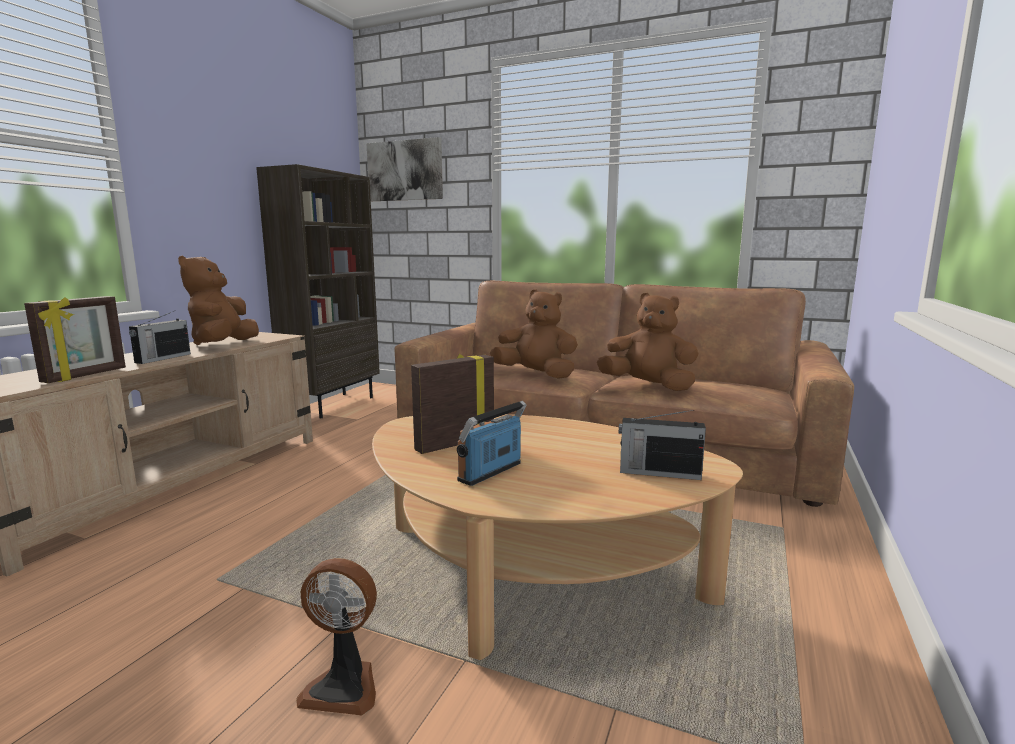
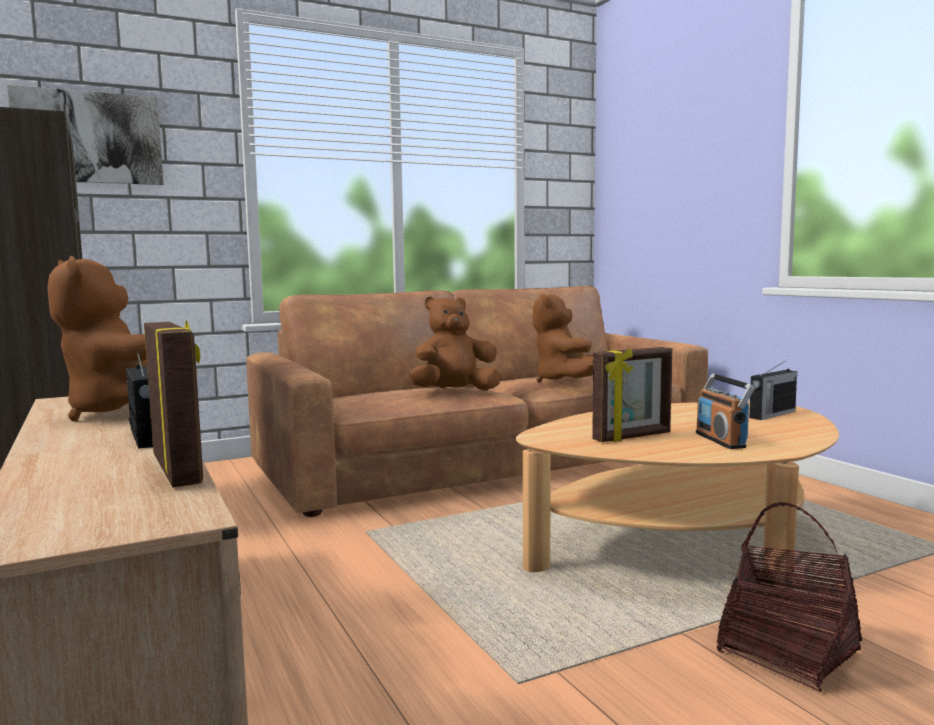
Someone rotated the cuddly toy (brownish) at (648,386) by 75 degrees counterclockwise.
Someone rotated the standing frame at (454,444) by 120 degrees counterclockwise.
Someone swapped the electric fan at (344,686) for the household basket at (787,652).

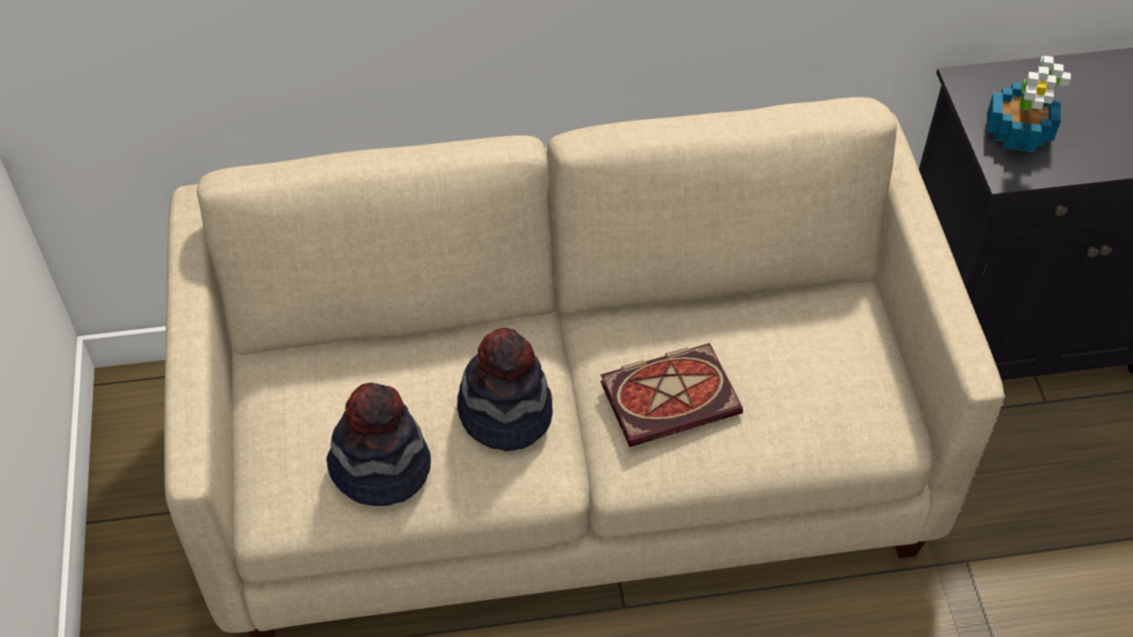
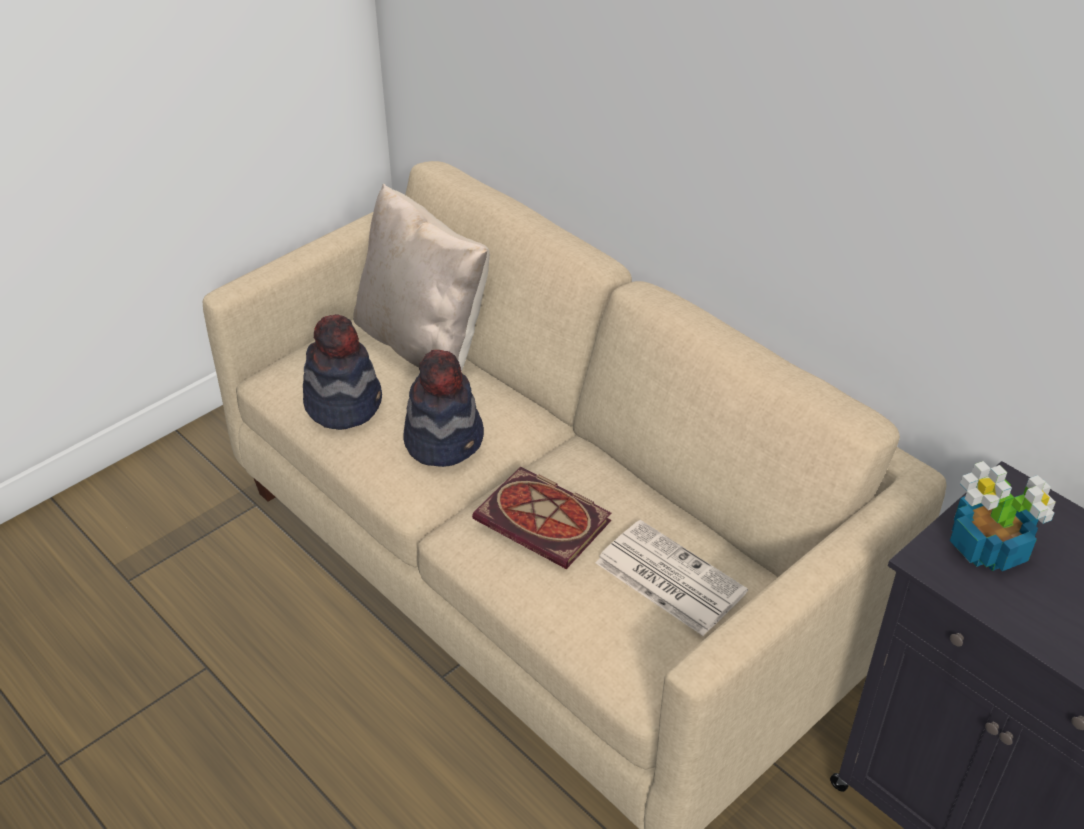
Someone put down the cushion (beige) at (423,345).
Someone put down the printed paper at (667,577).

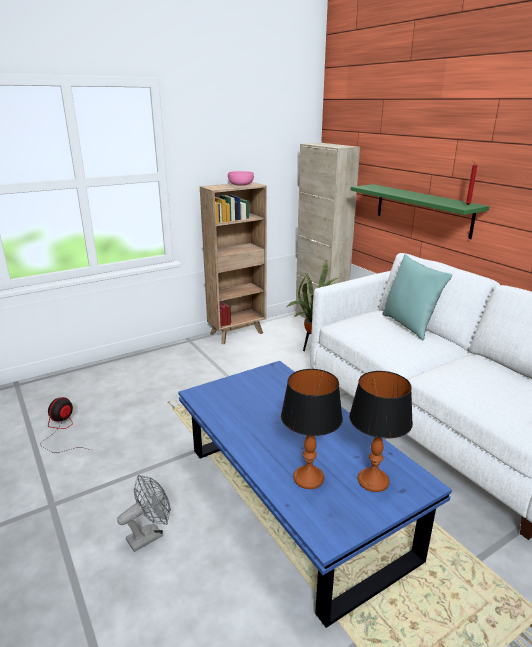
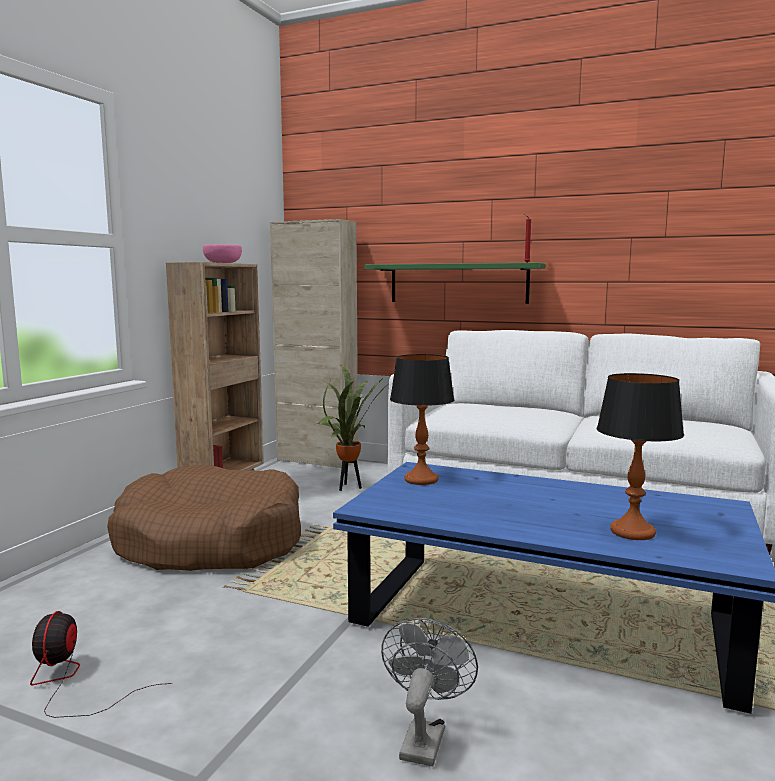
Someone took away the cushion (blue-green) at (409,325).
Someone carried the tabletop lamp from (373,481) to (421,479).
Someone put down the dog cushion (brownish) at (210,542).

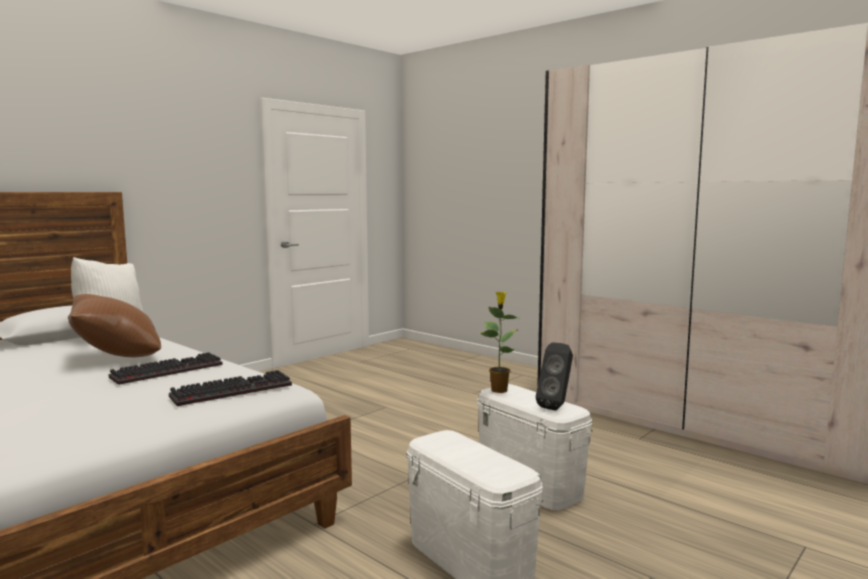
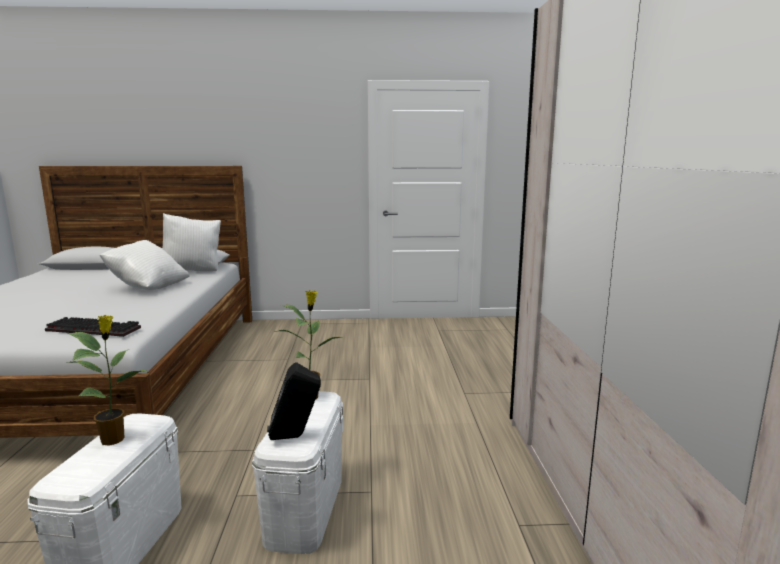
Someone repainted the cushion (brownish) at (117,357), which became the cushion (white) at (148,287).
Someone took away the keyboard at (168,370).
Someone put down the plant in a pot at (114,439).

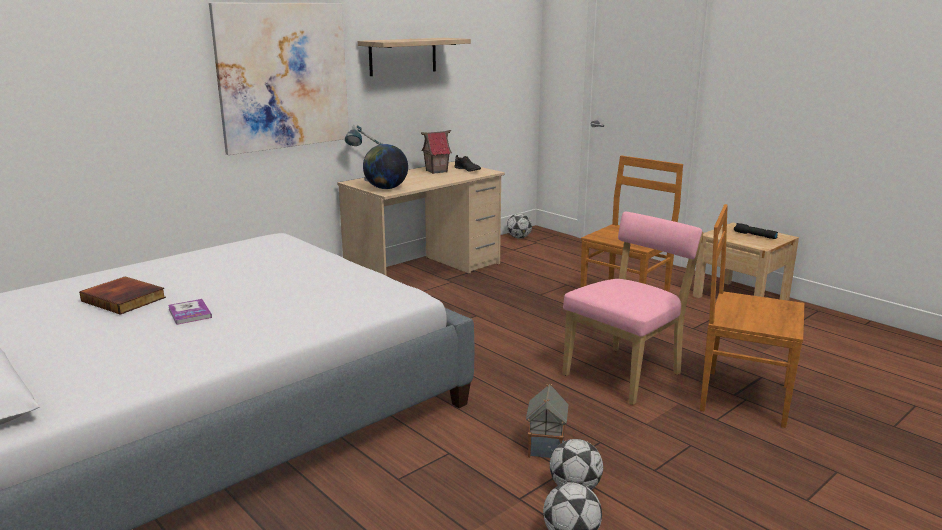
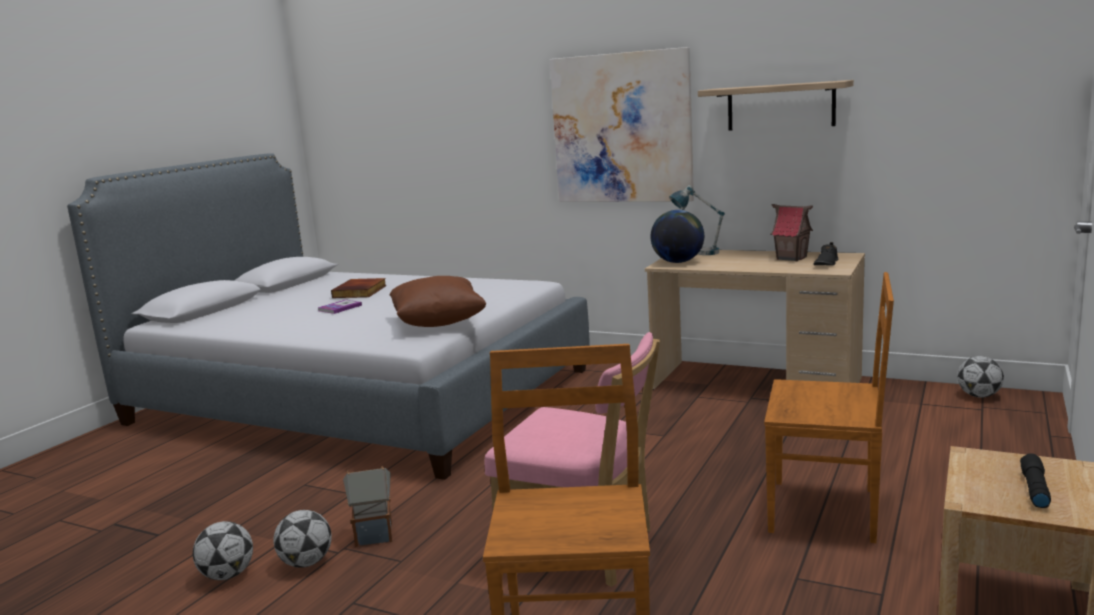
Someone put down the cushion (brownish) at (438,323).

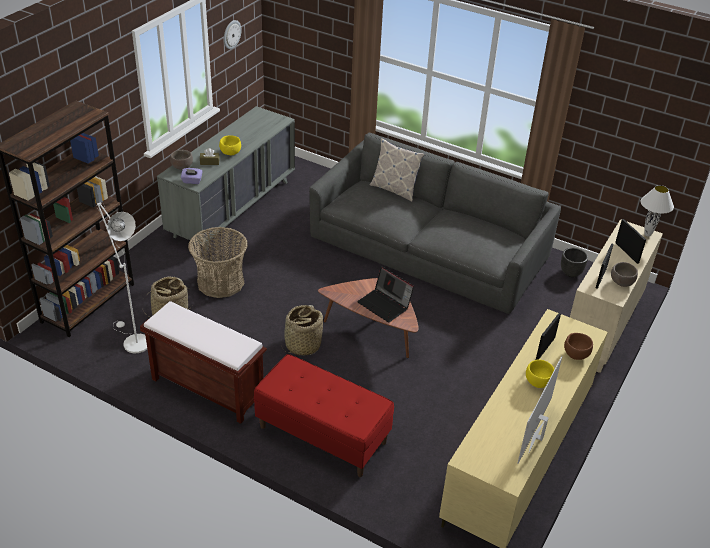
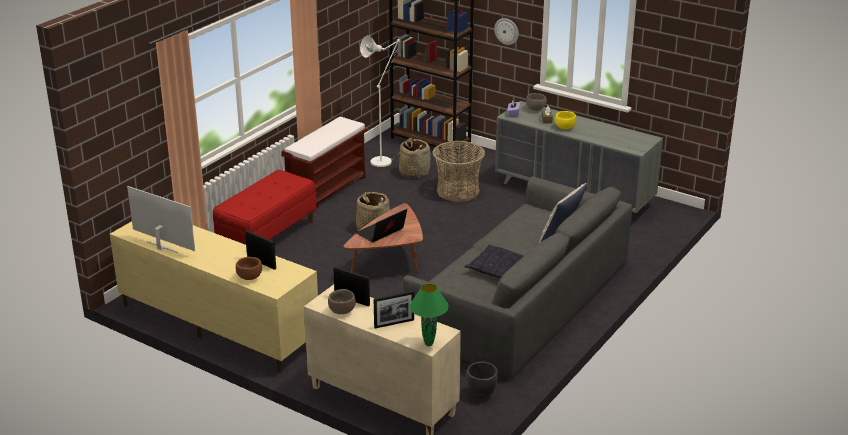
Someone carried the hanging clock from (231,34) to (507,31).
Someone repainted the tabletop lamp (white) at (647,234), which became the tabletop lamp (greenish) at (428,344).
Someone took away the deep dish (yellowish) at (538,382).
Someone put down the cushion at (497,270).

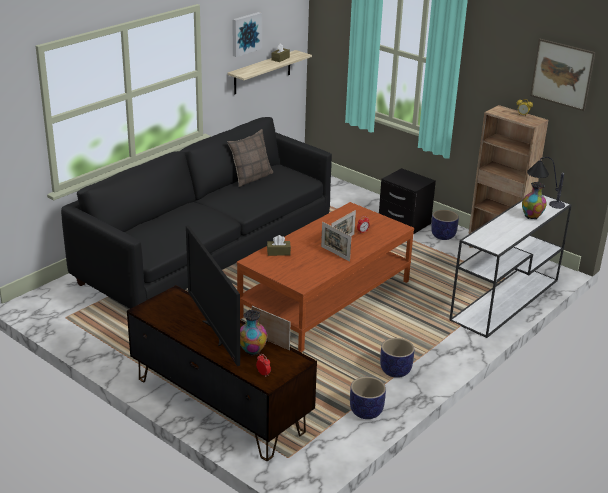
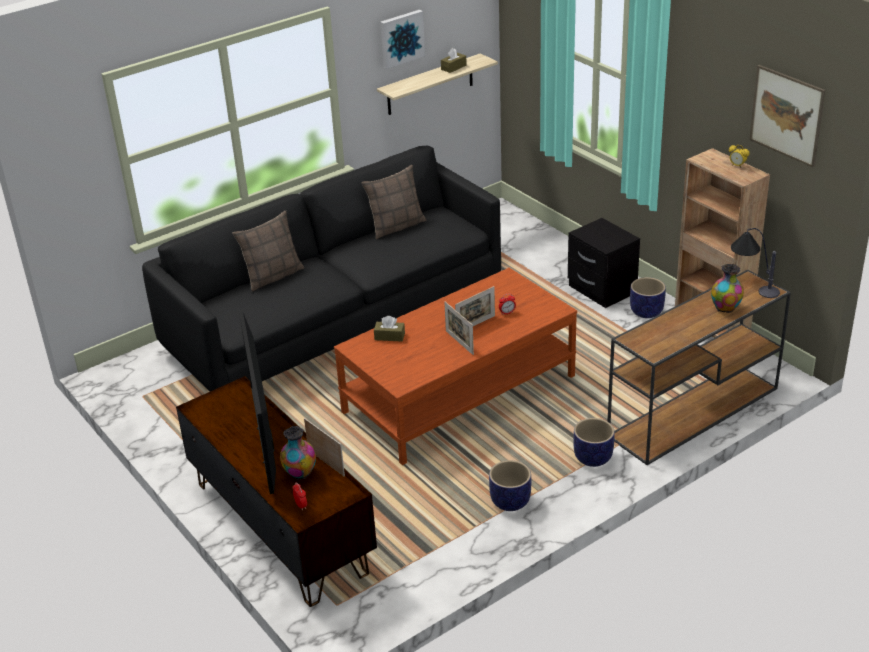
Someone repainted the narrow table (white) at (505,301), which became the narrow table (brownish) at (692,413).
Someone carried the plant pot from (366,412) to (592,458).
Someone put down the cushion at (272,276).

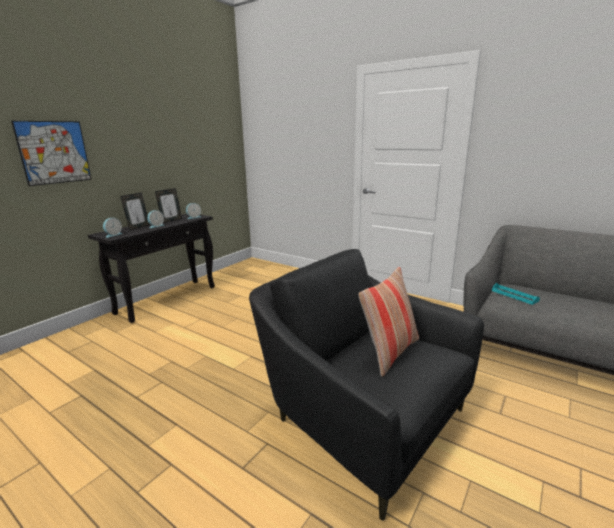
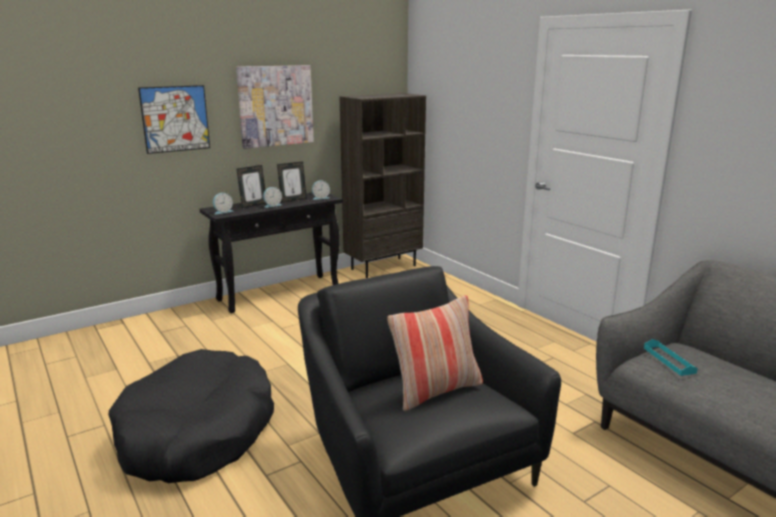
Someone put up the wall art at (275,106).
Someone put down the bookshelf (brownish) at (383,267).
Someone put down the dog cushion (black) at (197,433).

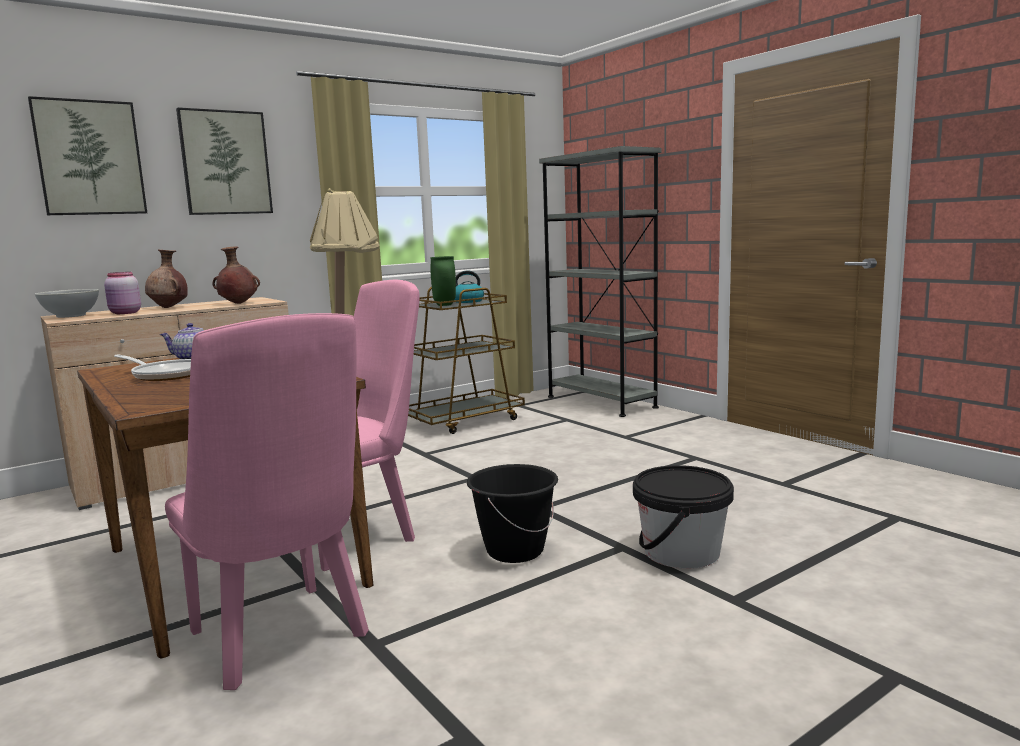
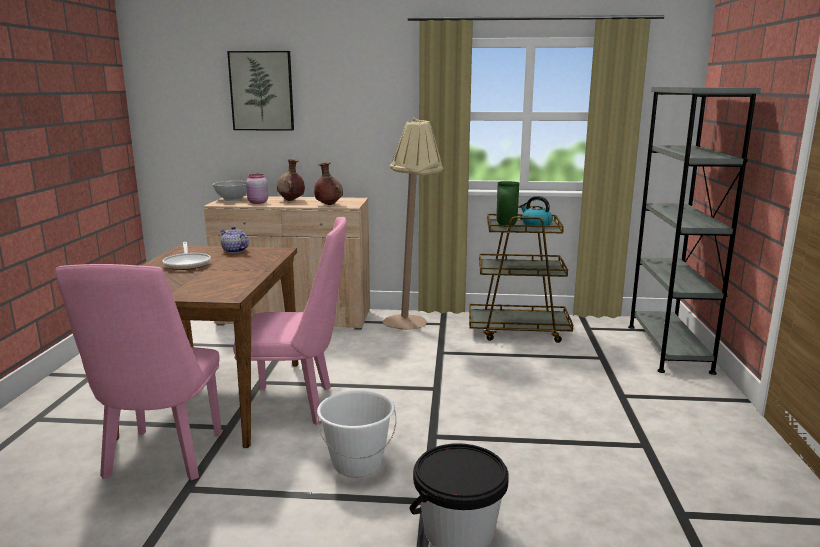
Someone took away the wall art at (225,163).
Someone repainted the pail (black) at (514,550), which became the pail (white) at (357,464).

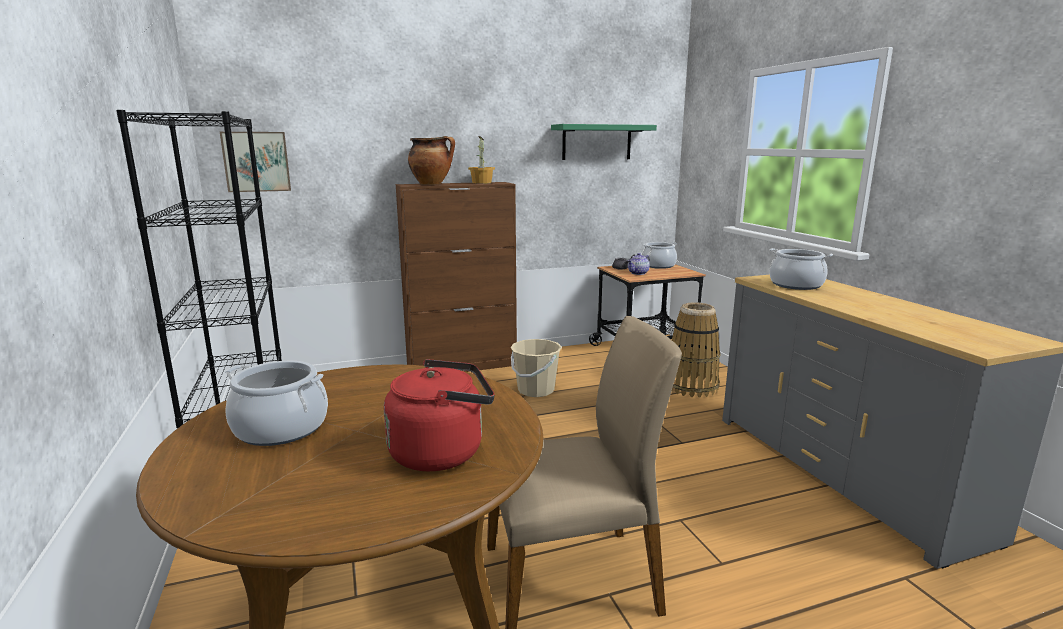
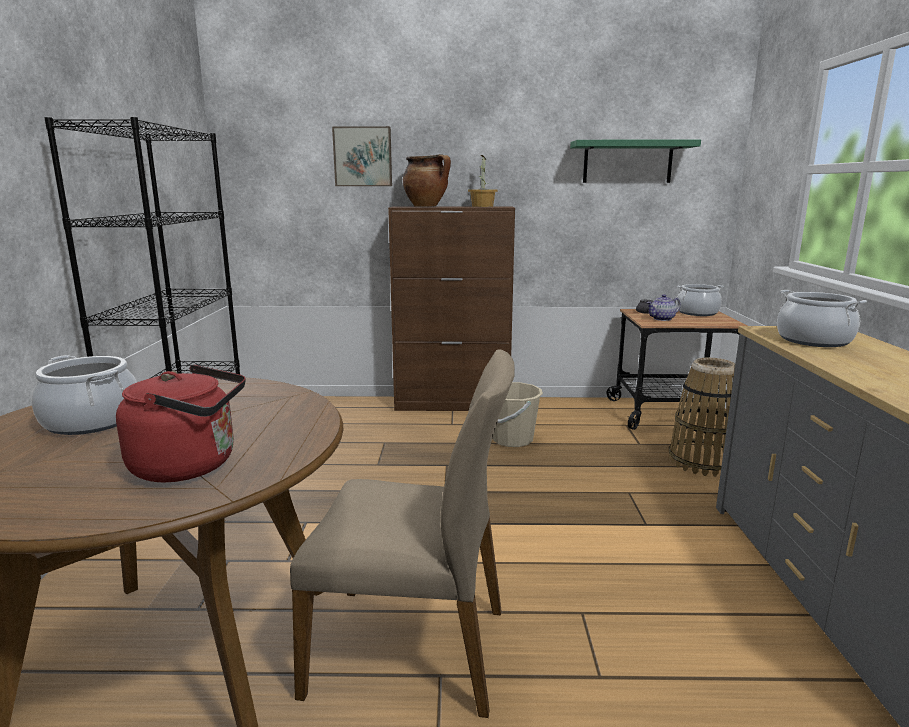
Someone carried the wall art from (256,161) to (363,157).

